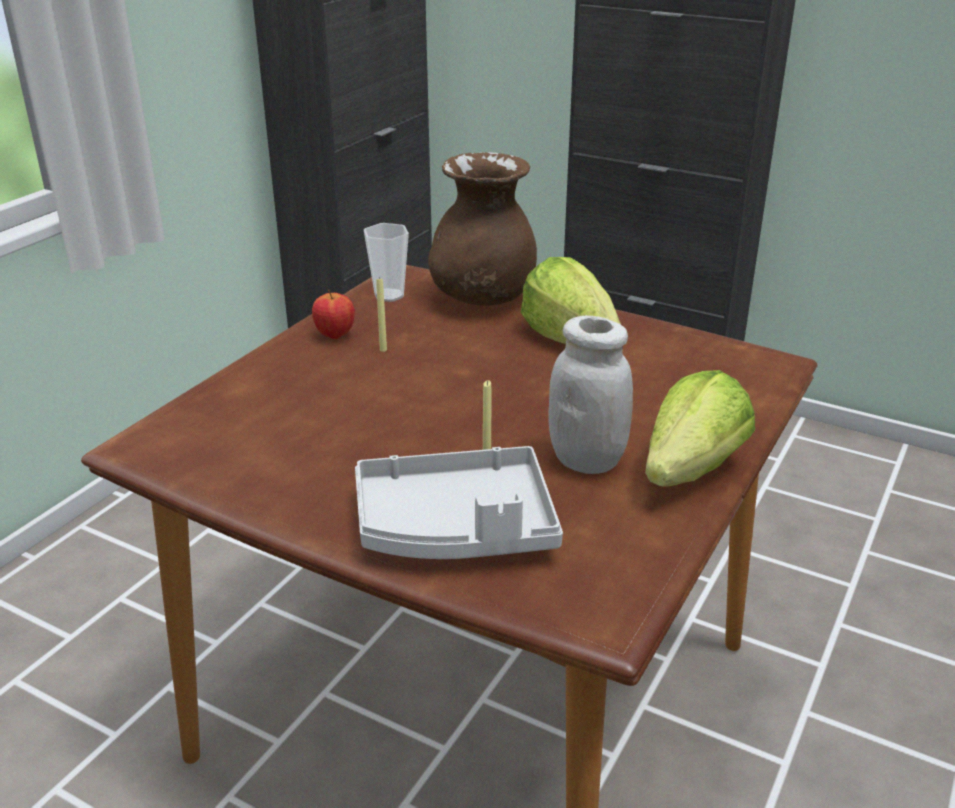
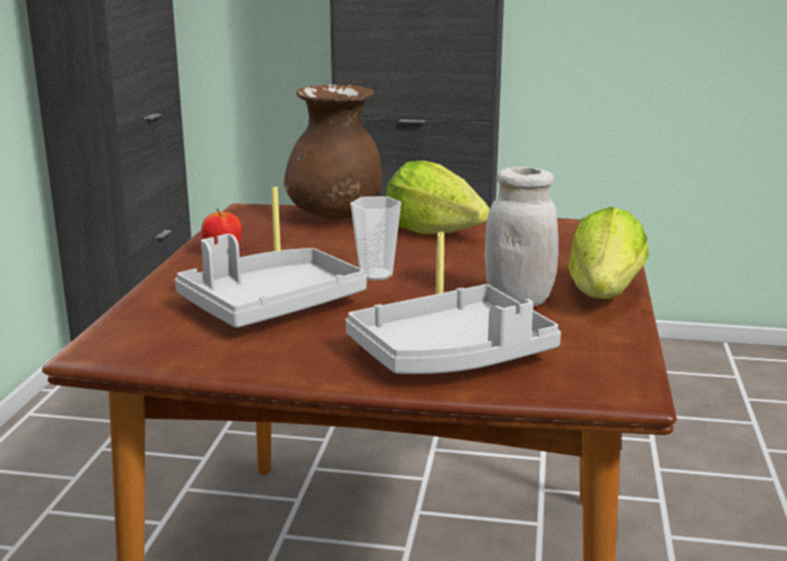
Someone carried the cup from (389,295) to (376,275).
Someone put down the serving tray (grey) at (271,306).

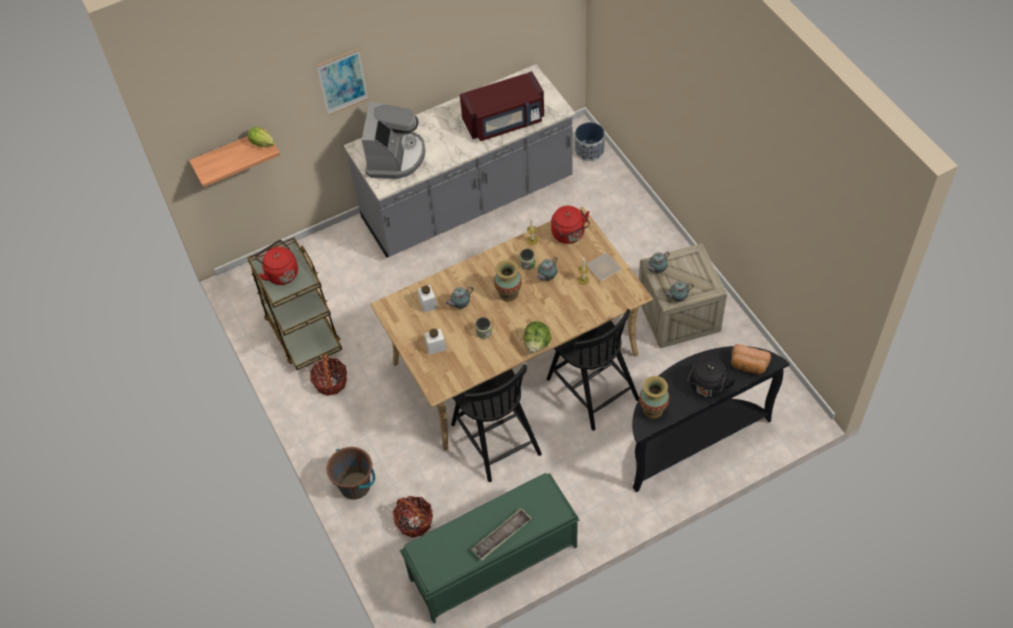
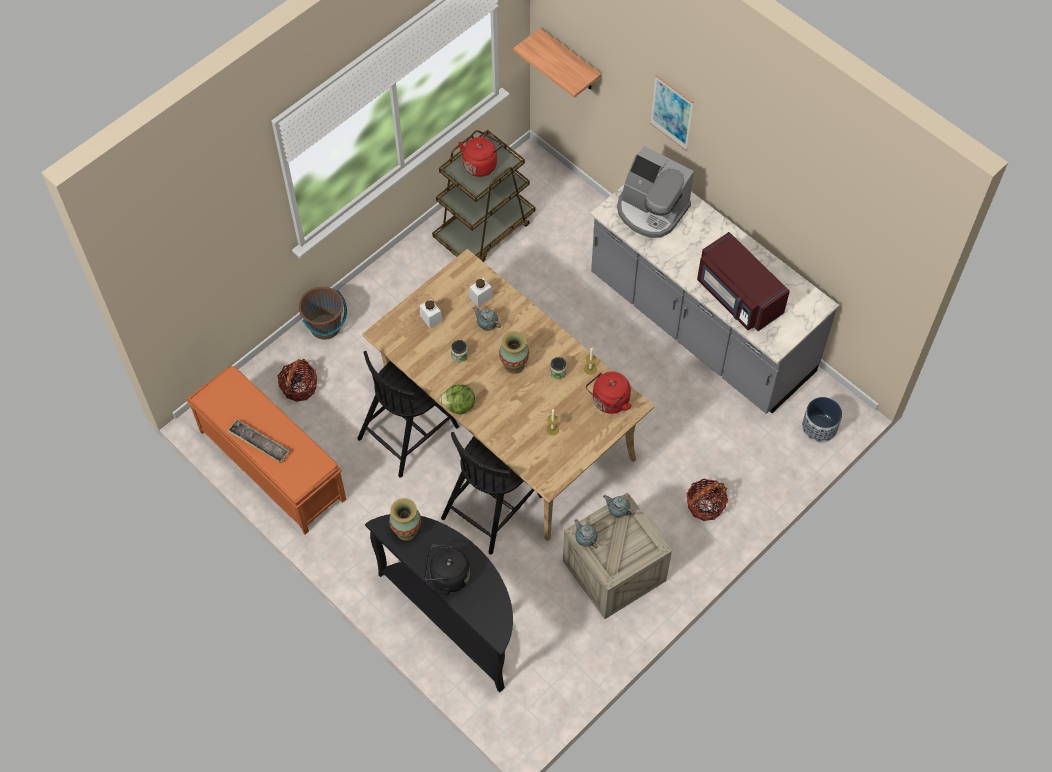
Someone rotated the coffee machine at (395,157) by 45 degrees clockwise.
Someone took away the head of lettuce at (264,144).
Someone took away the dinner plate at (602,267).
Someone took away the teapot at (547,277).
Someone took away the bakery bread at (748,366).
Someone carried the household basket from (331,382) to (705,505).
Someone repainted the bench (greenish) at (492,563), which became the bench (orange) at (271,464).

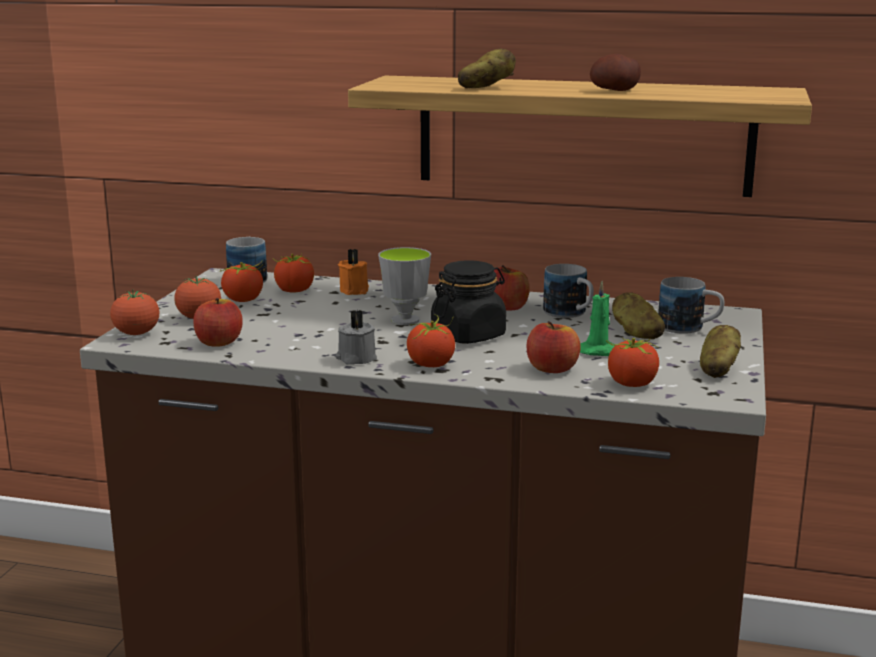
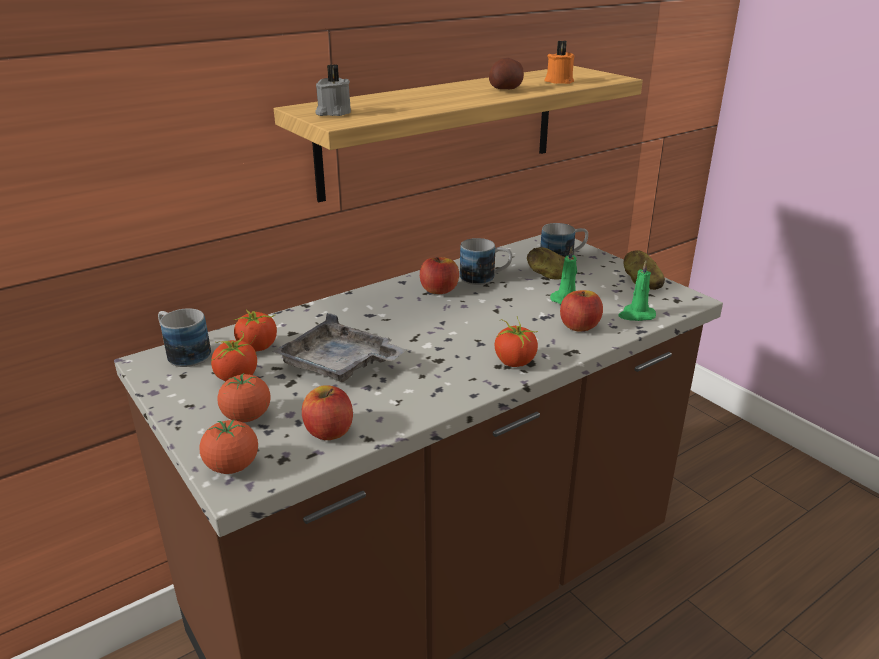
Someone took away the potato at (486,87).
Someone took away the cup at (405,320).
Someone carried the wax light (orange) from (355,290) to (558,81).
Someone took away the preserve jar (black) at (468,335).
Someone carried the wax light (grey) from (355,358) to (333,113).
Someone swapped the whole tomato at (631,384) for the wax light (greenish) at (636,315).
Someone put down the serving tray (grey) at (339,365).

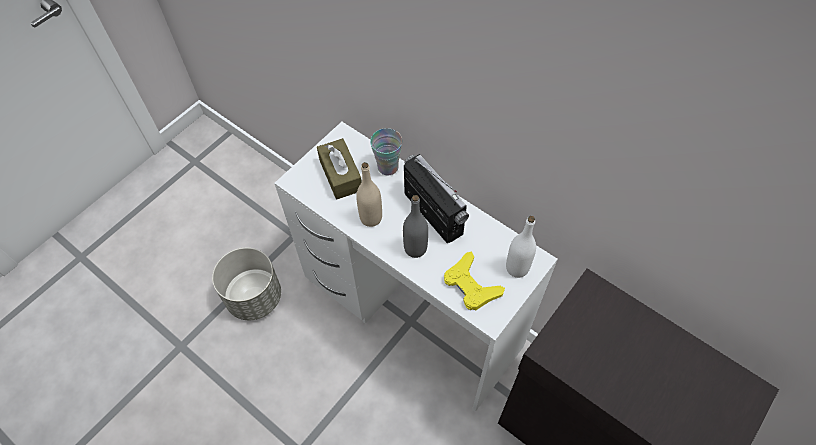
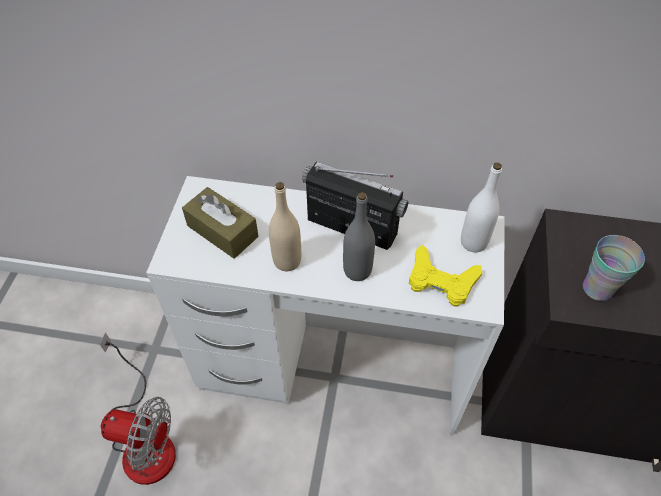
Someone carried the cup from (388,167) to (597,288).
Someone swapped the plant pot (grey) at (254,297) for the electric fan at (144,439).

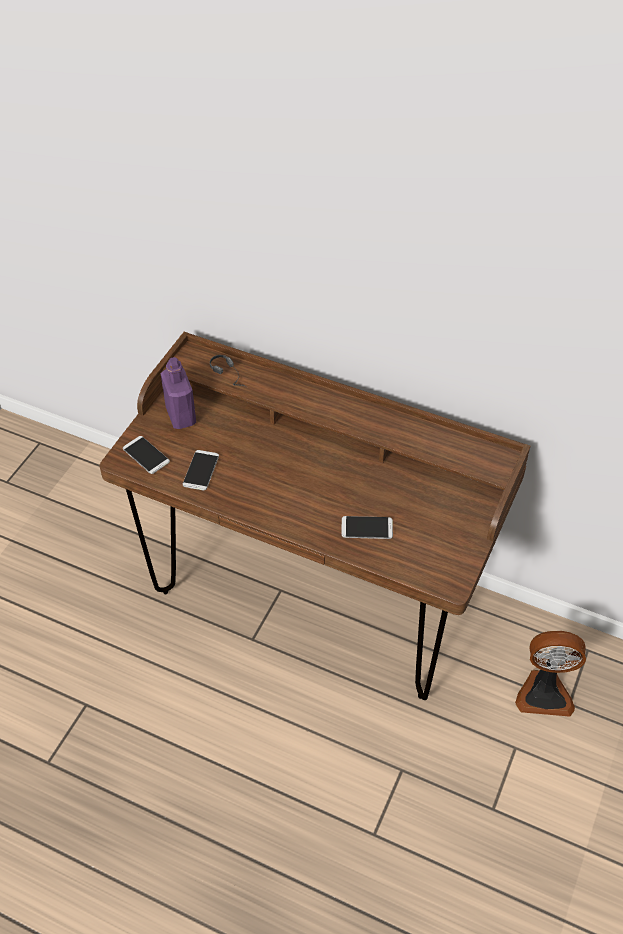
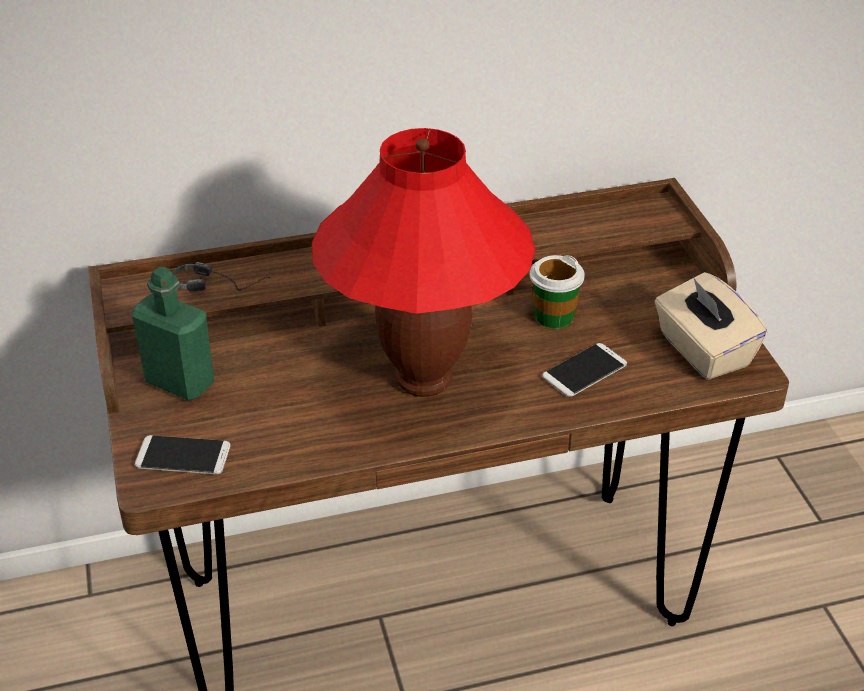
Someone repainted the bottle (purple-coloured) at (181,416), which became the bottle (greenish) at (180,382).
Someone took away the telephone at (201,470).
Someone took away the electric fan at (544,692).
Someone put down the tabletop lamp (red) at (423,379).
Someone put down the cup at (553,316).
Someone put down the box of tissues (beige) at (702,351).

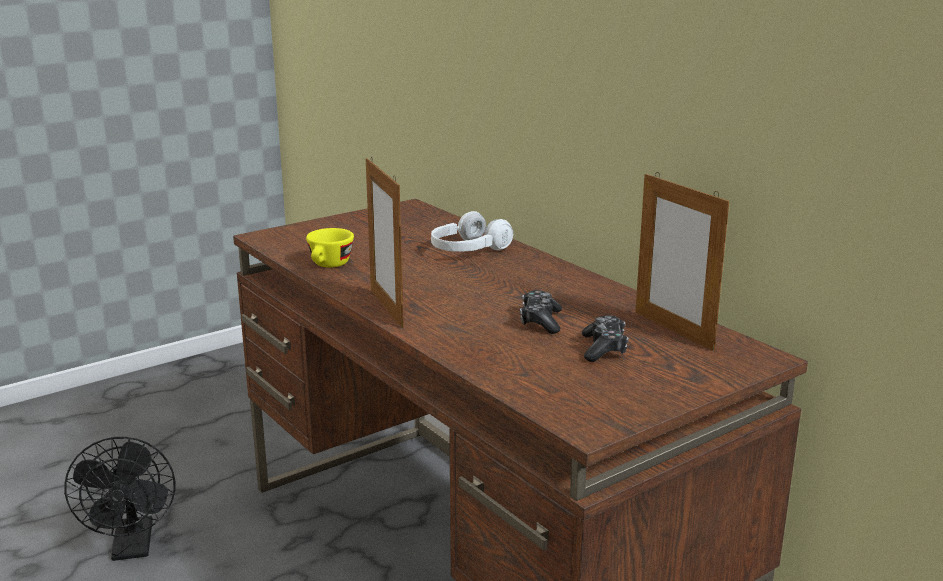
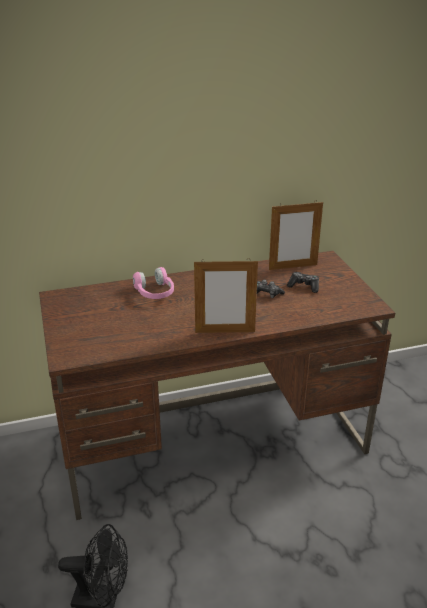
Someone repainted the headphones (white) at (468,250), which became the headphones (pinkish) at (154,293).
Someone took away the cup (yellowish) at (329,266).

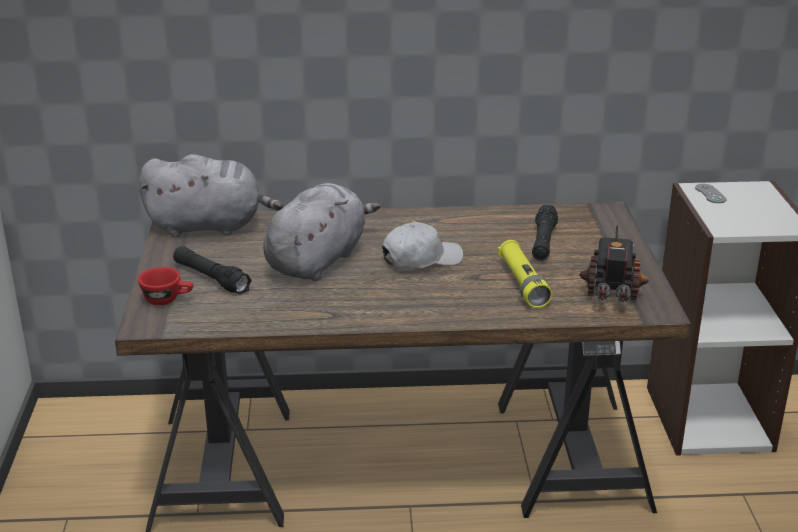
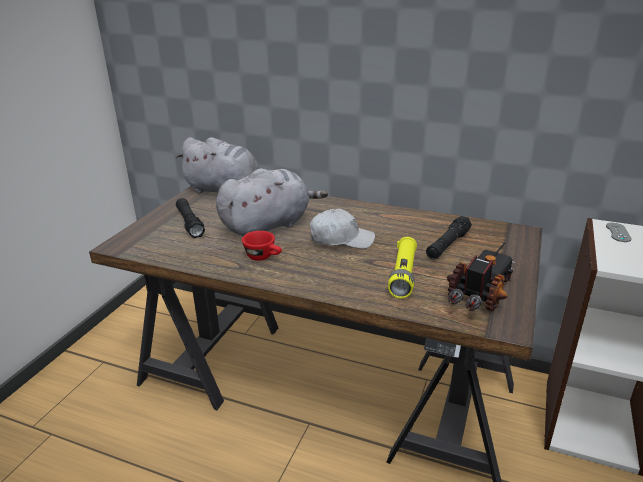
Someone carried the cup (red) from (168,299) to (264,257).

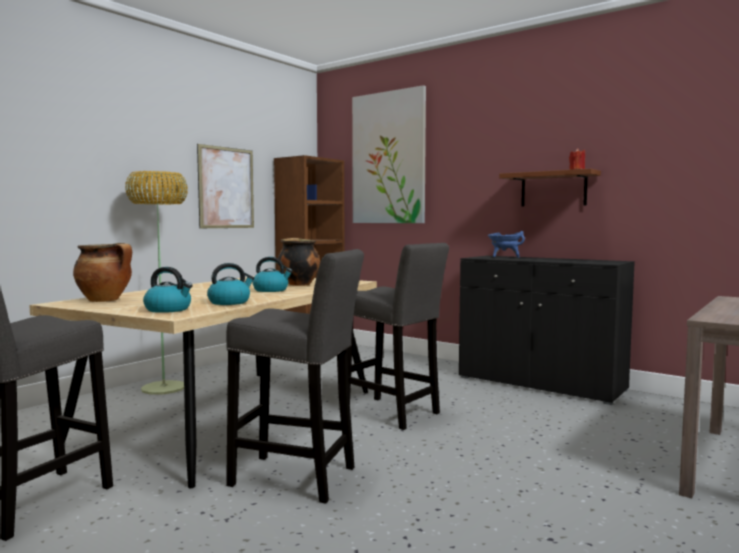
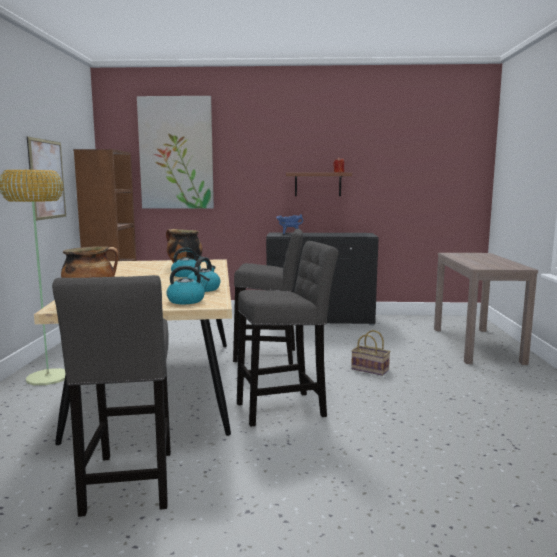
Someone put down the household basket at (371,369).

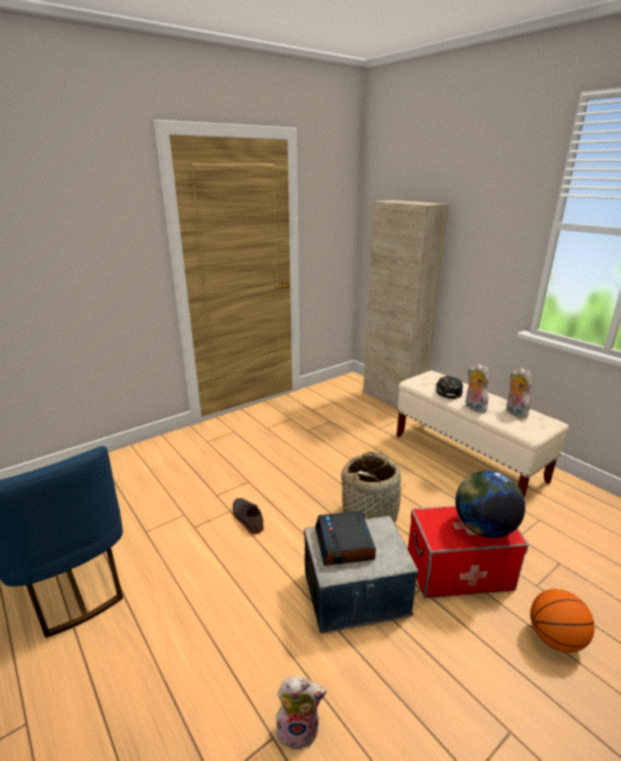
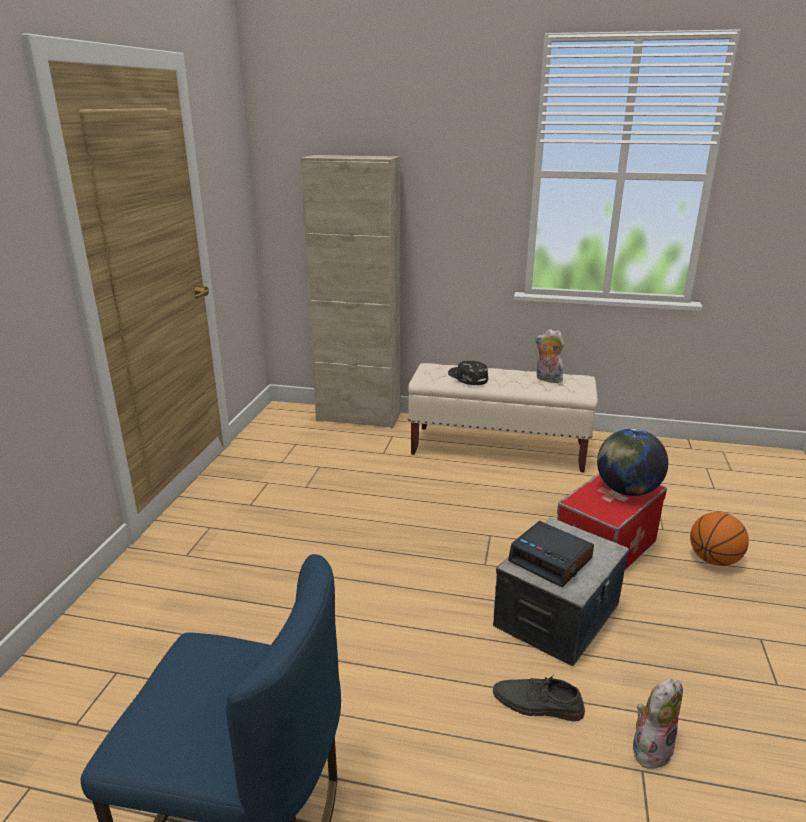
Someone took away the cuddly toy at (473,407).
Someone took away the household basket at (370,515).
Someone carried the low shoe (grey) from (247,517) to (537,704).

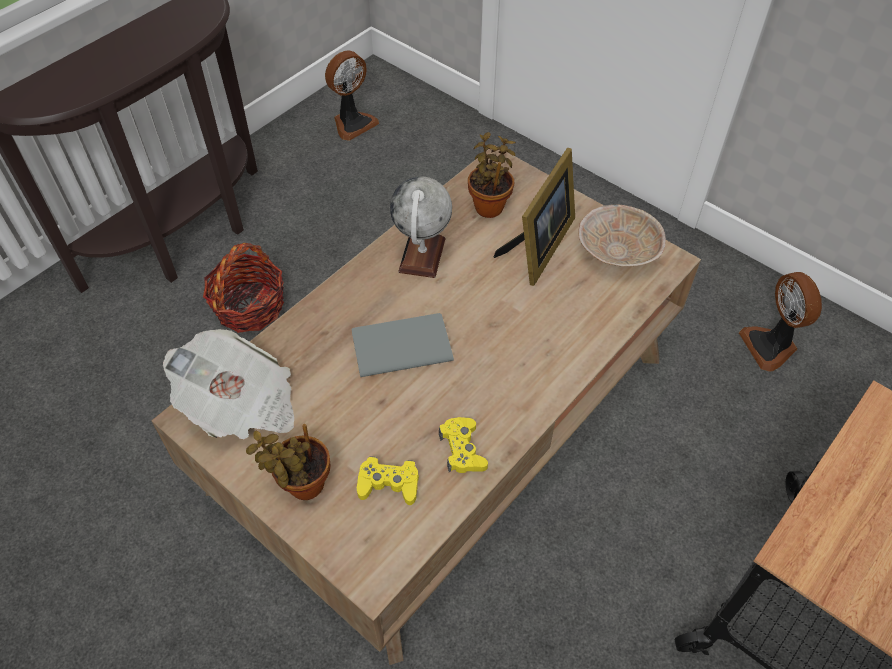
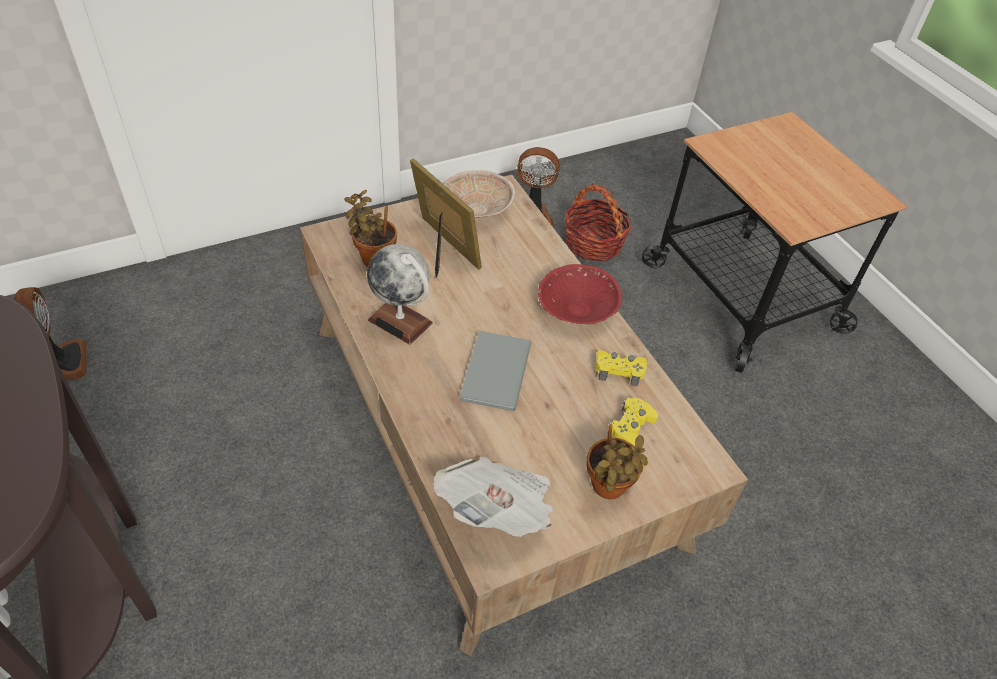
Someone carried the household basket from (249,306) to (593,243).
Someone put down the deep dish (red) at (576,310).

